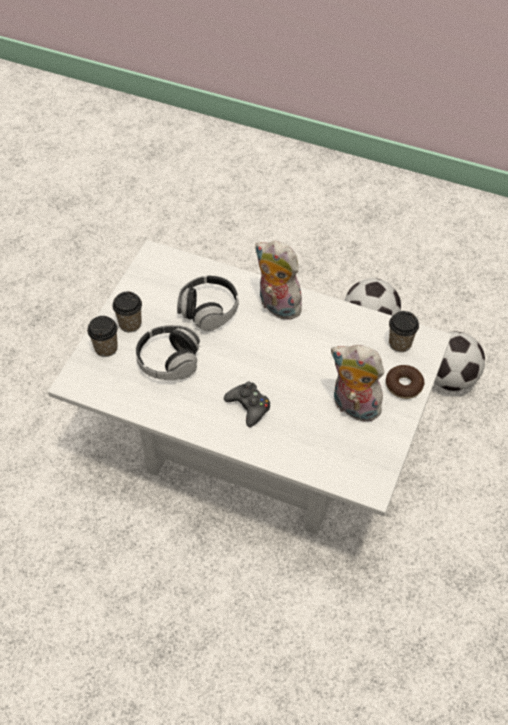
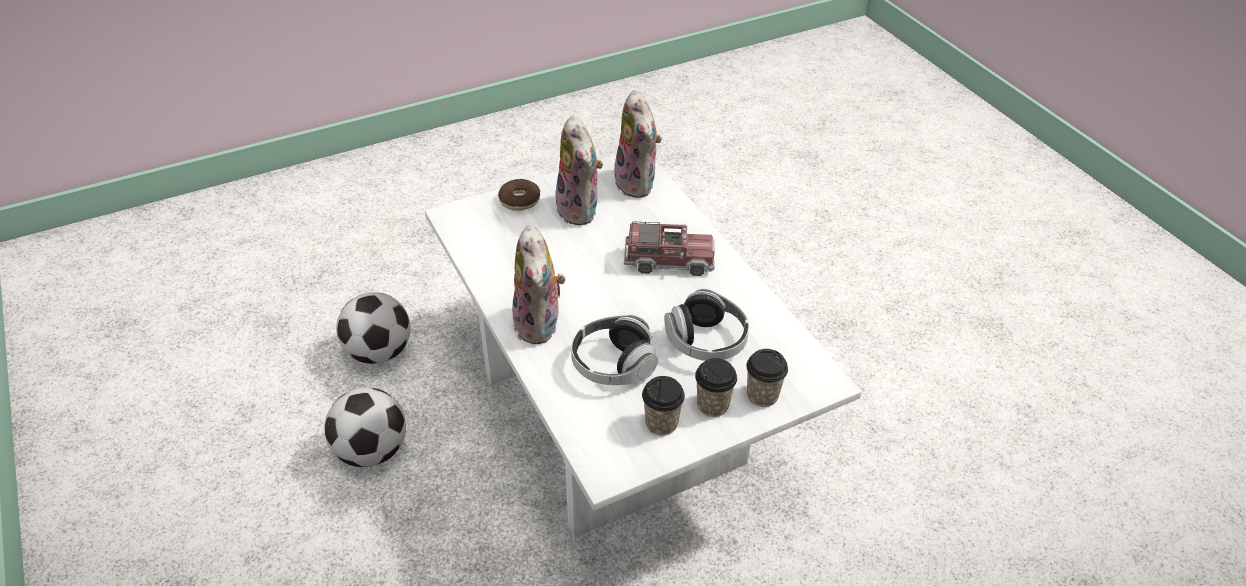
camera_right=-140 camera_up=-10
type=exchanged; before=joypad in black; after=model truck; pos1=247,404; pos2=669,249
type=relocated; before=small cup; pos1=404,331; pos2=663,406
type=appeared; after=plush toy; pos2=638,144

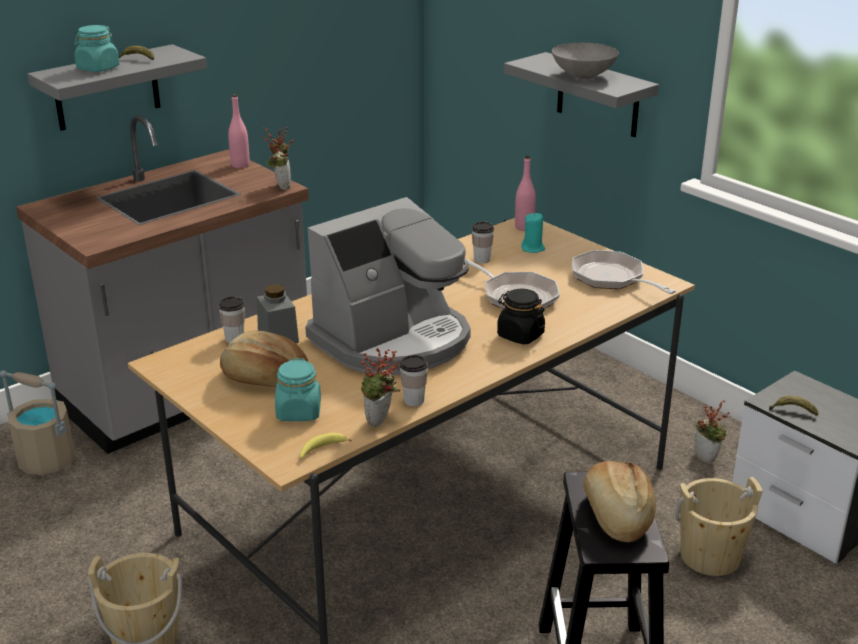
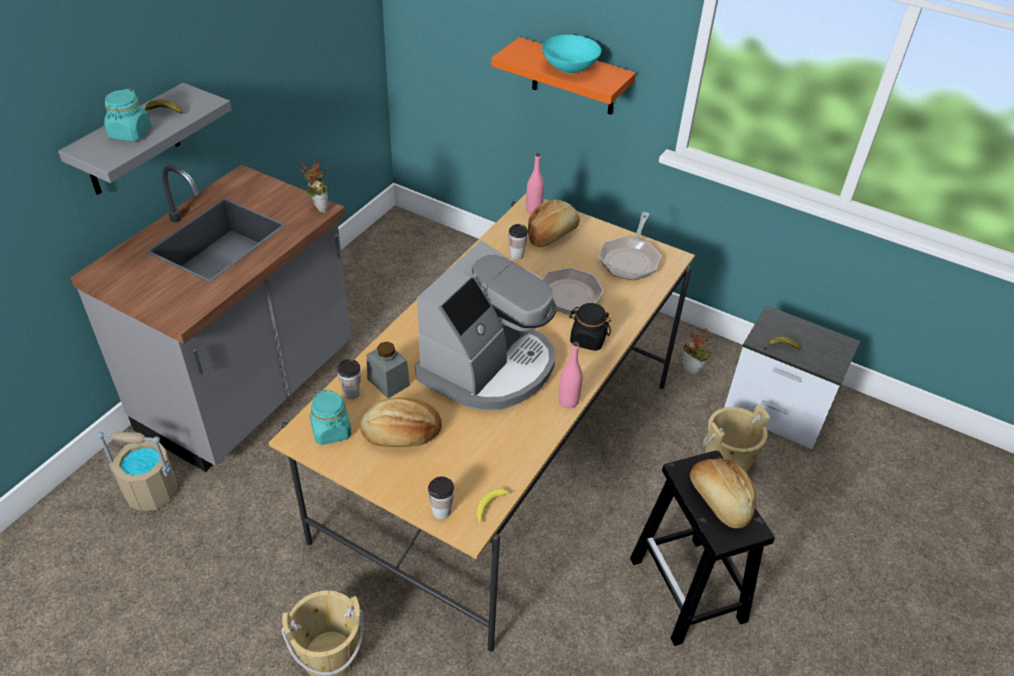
camera_right=-20 camera_up=15
type=relocated; before=drink bottle in pinkish; pos1=238,131; pos2=571,374
type=relocated; before=jar in blue-green; pos1=298,390; pos2=331,417
type=missing; before=potted plant; pos1=381,387
type=relocated; before=small cup; pos1=414,381; pos2=441,497
type=colour; before=bracket shelf in grey; after=bracket shelf in orangey; pos1=581,94; pos2=563,76
type=exchanged; before=candle in blue-green; after=bread; pos1=533,233; pos2=554,223
type=colour; before=deep dish in grey; after=deep dish in blue-green; pos1=585,61; pos2=571,54
type=spun; before=frying pan; pos1=624,272; pos2=629,246; turn=-105

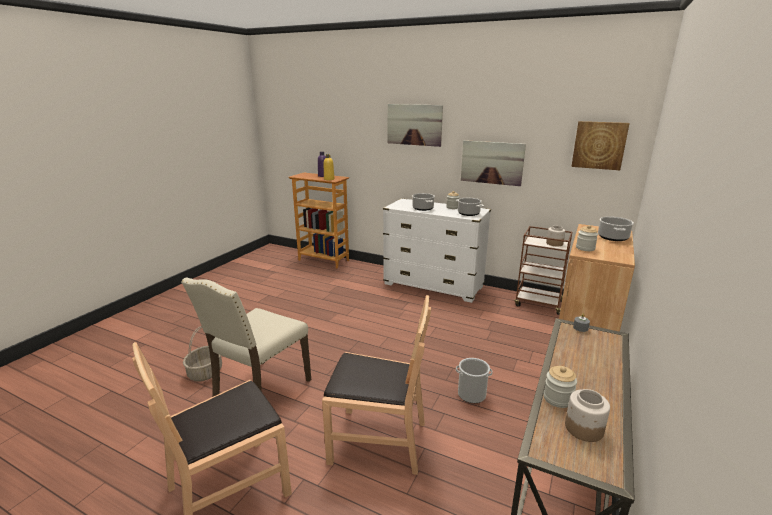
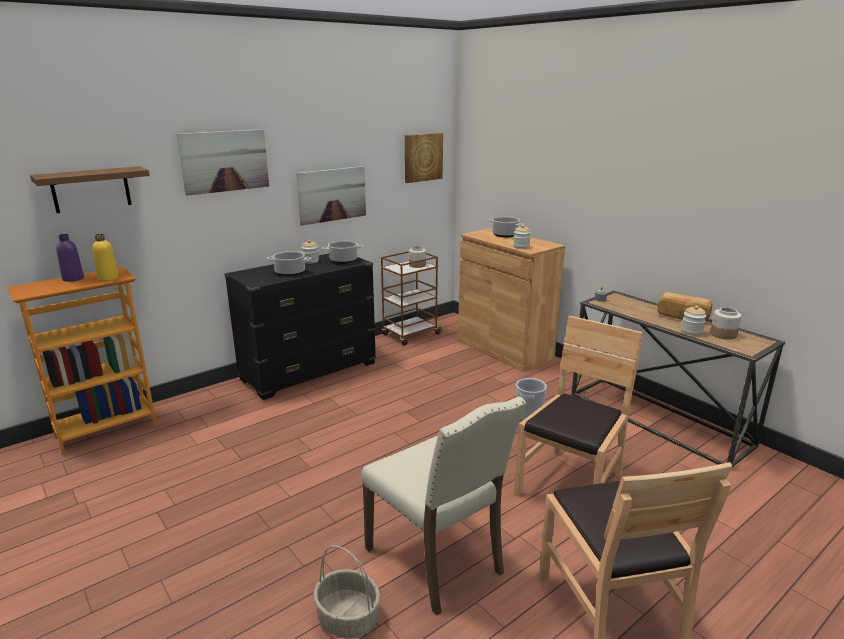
camera_right=-65 camera_up=0
type=colour; before=chest of drawers in whitish; after=chest of drawers in black; pos1=437,250; pos2=300,327
type=appeared; after=bracket shelf in brownish; pos2=90,189
type=appeared; after=bread; pos2=685,307

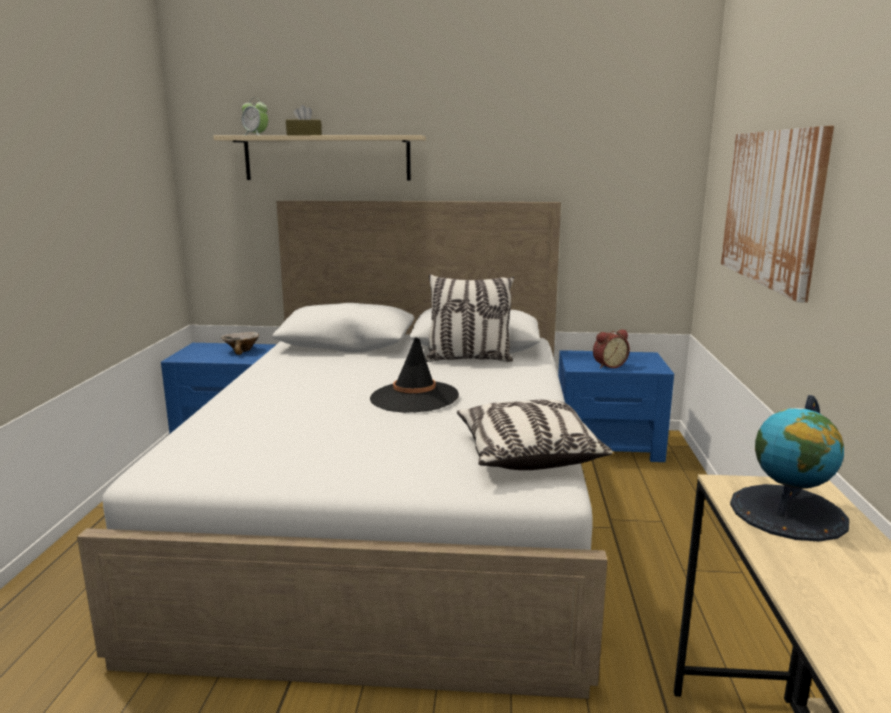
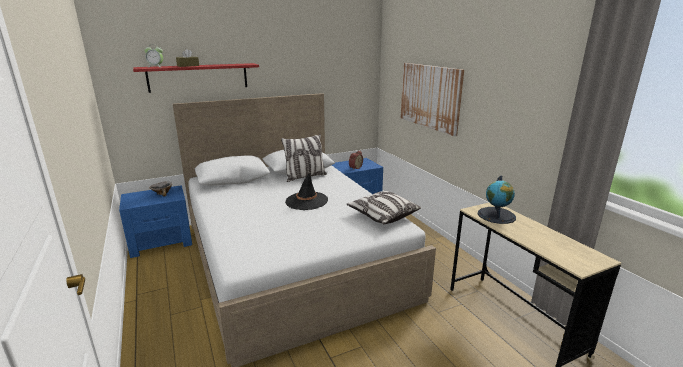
camera_right=-30 camera_up=5
type=colour; before=bracket shelf in beige-coloured; after=bracket shelf in red; pos1=319,158; pos2=196,78

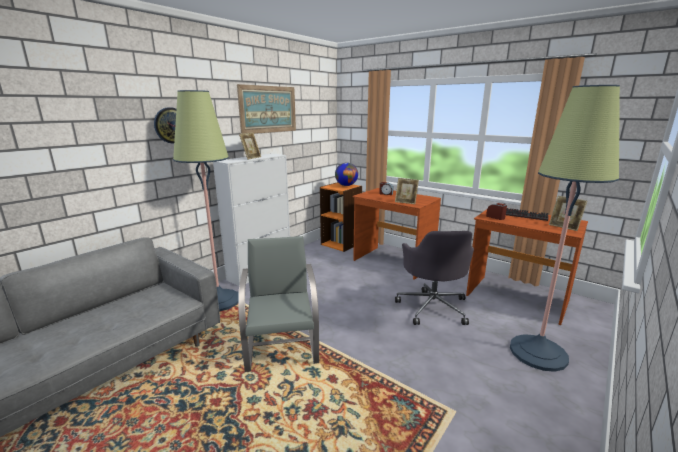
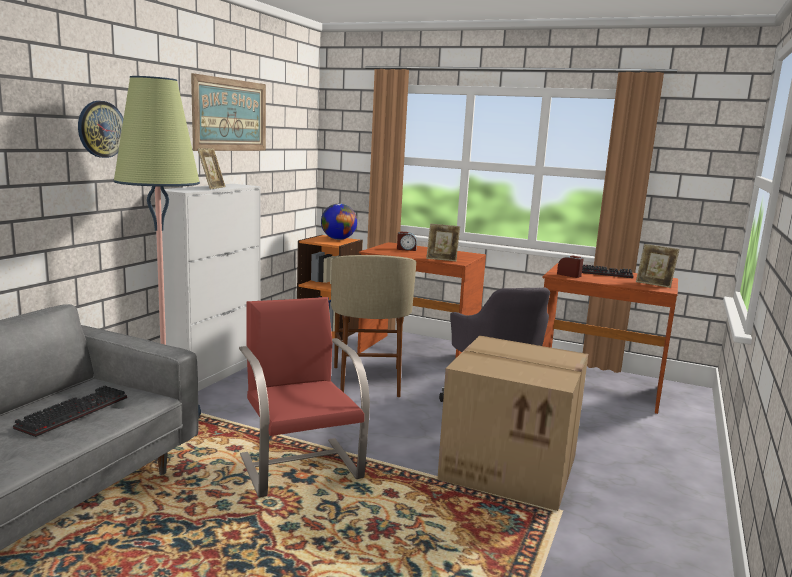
camera_right=-15 camera_up=-5
type=colour; before=plain chair in grey; after=plain chair in red; pos1=278,304; pos2=304,397
type=missing; before=standing lamp; pos1=565,228
type=appeared; after=computer keyboard; pos2=70,411
type=appeared; after=sitting stool in beige-coloured; pos2=373,326
type=appeared; after=cardboard box; pos2=512,423

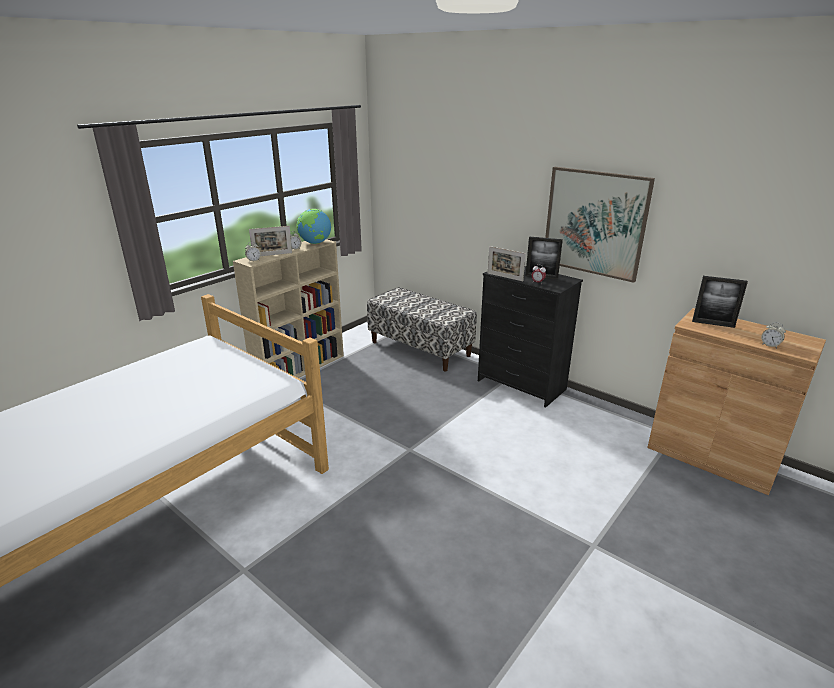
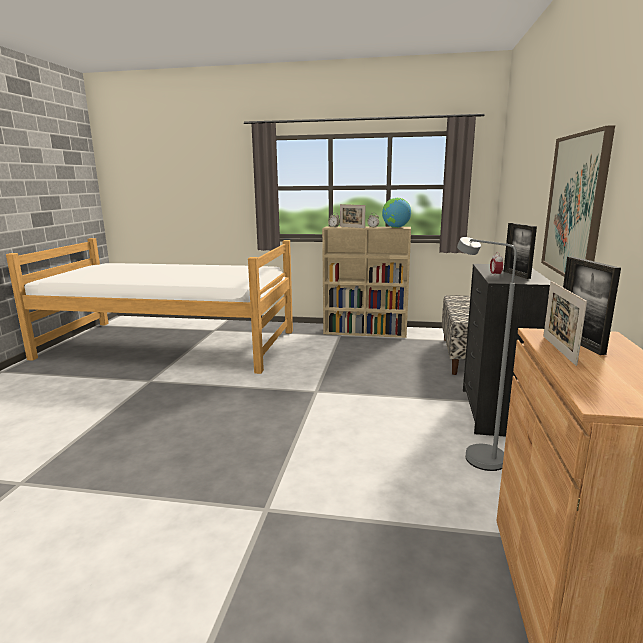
camera_right=60 camera_up=-10
type=relocated; before=picture frame; pos1=507,263; pos2=565,323
type=missing; before=alarm clock; pos1=773,335
type=appeared; after=standing lamp in grey; pos2=487,354

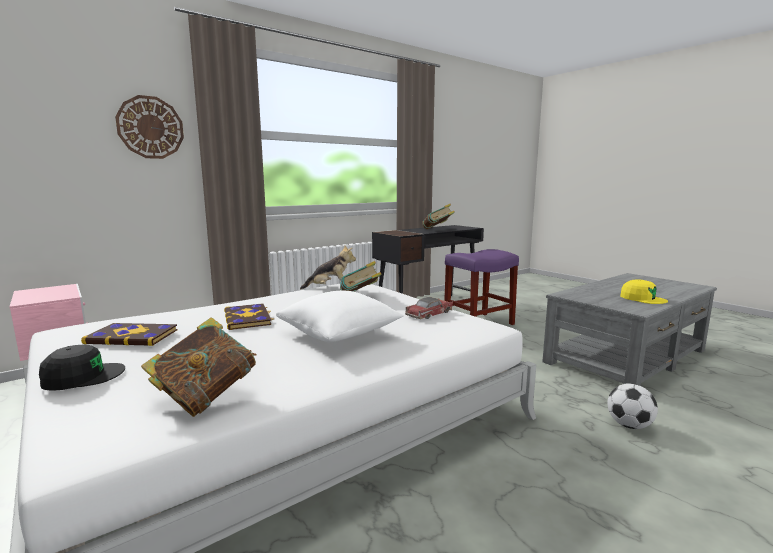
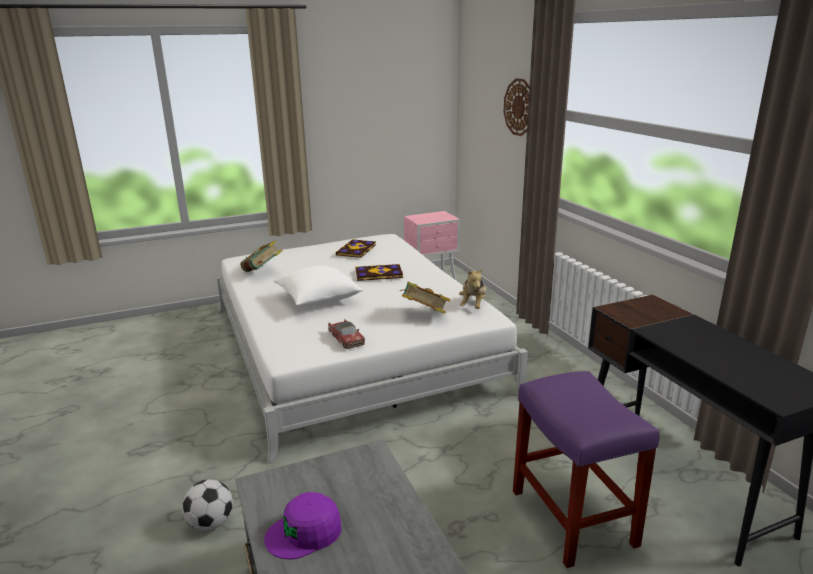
camera_right=105 camera_up=10
type=missing; before=baseball cap in black; pos1=82,368
type=missing; before=book; pos1=438,216
type=colour; before=baseball cap in yellow; after=baseball cap in purple-coloured; pos1=644,291; pos2=303,525

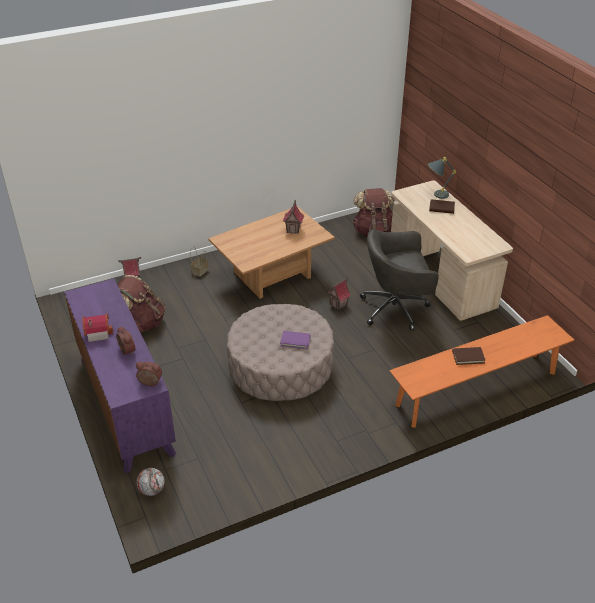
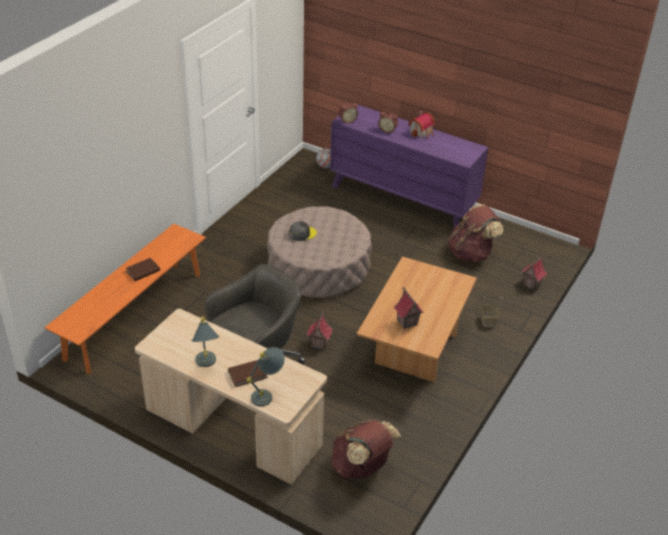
camera_right=145 camera_up=0
type=exchanged; before=book in purple-coloured; after=baseball cap in grey; pos1=295,340; pos2=303,231
type=appeared; after=lamp for a table in grey; pos2=206,342

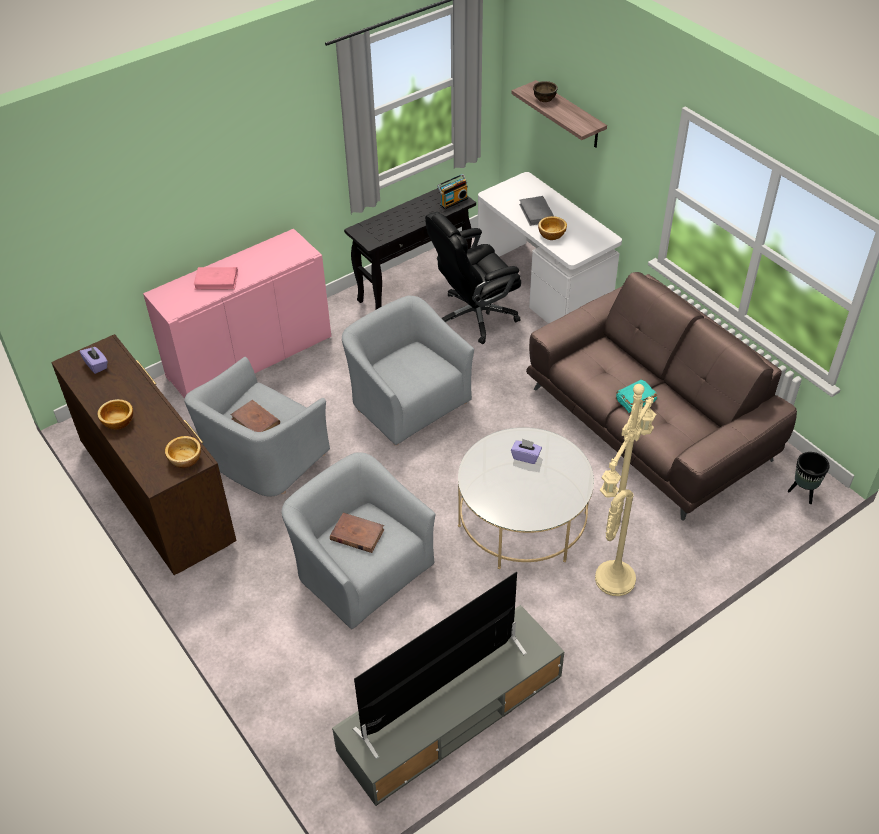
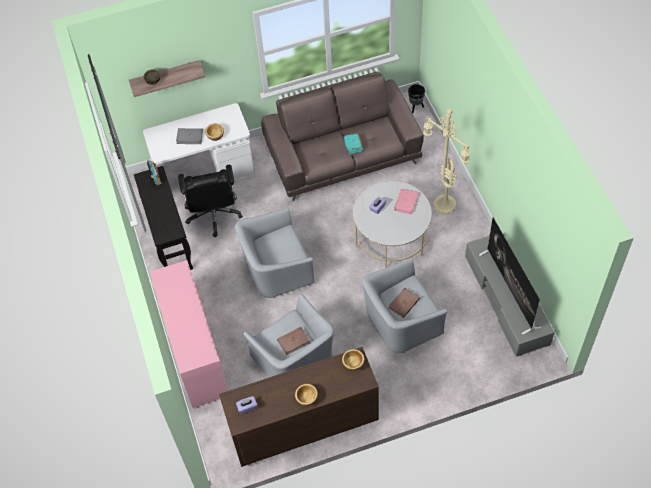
camera_right=-70 camera_up=10
type=relocated; before=book in pinkish; pos1=216,278; pos2=406,202

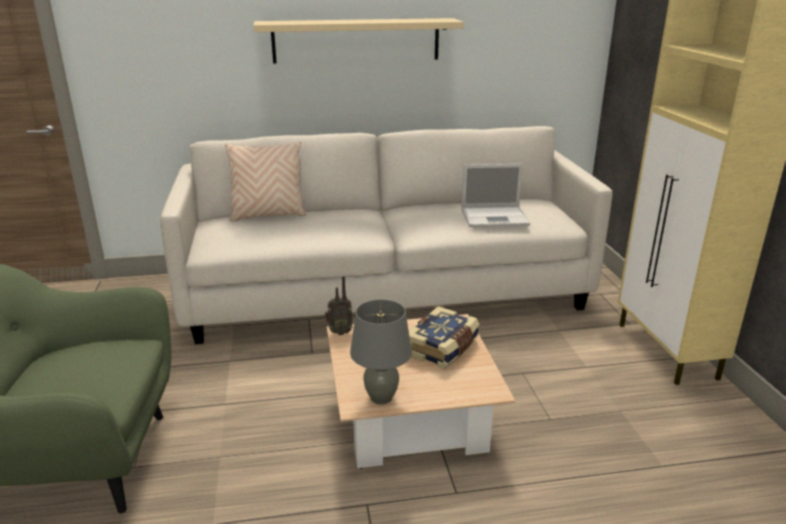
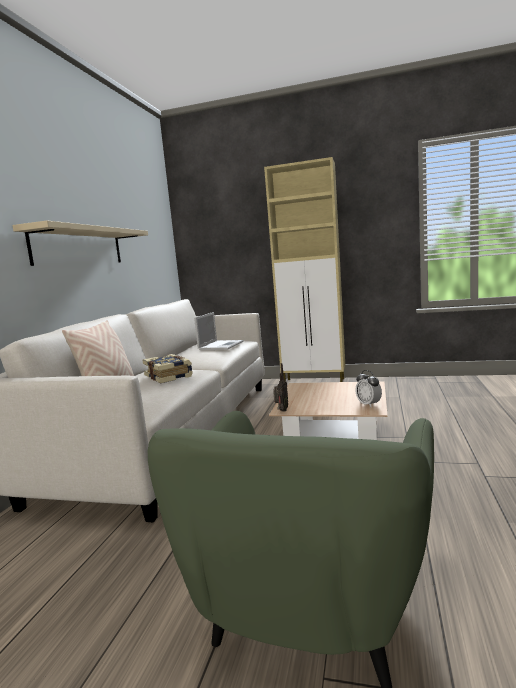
camera_right=-65 camera_up=-15
type=exchanged; before=lamp for a table in grey; after=alarm clock; pos1=381,352; pos2=368,388
type=relocated; before=book; pos1=444,337; pos2=167,368

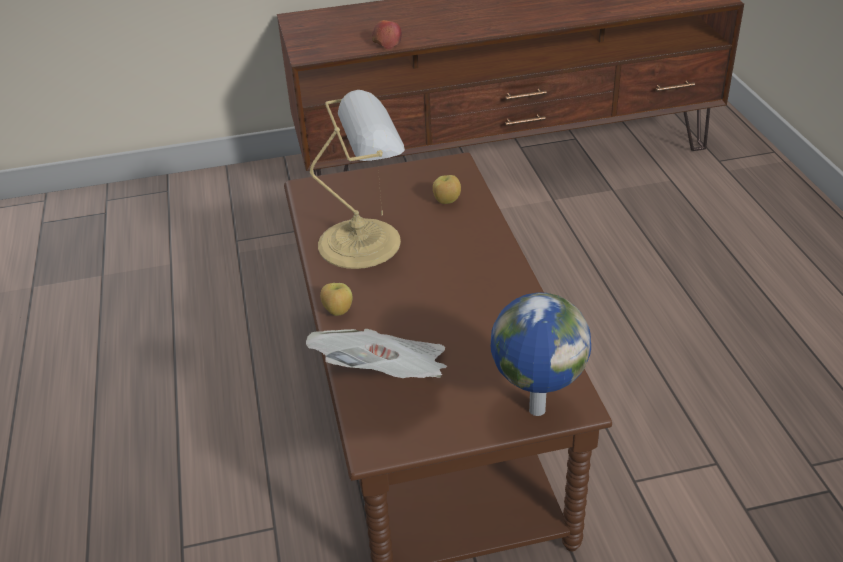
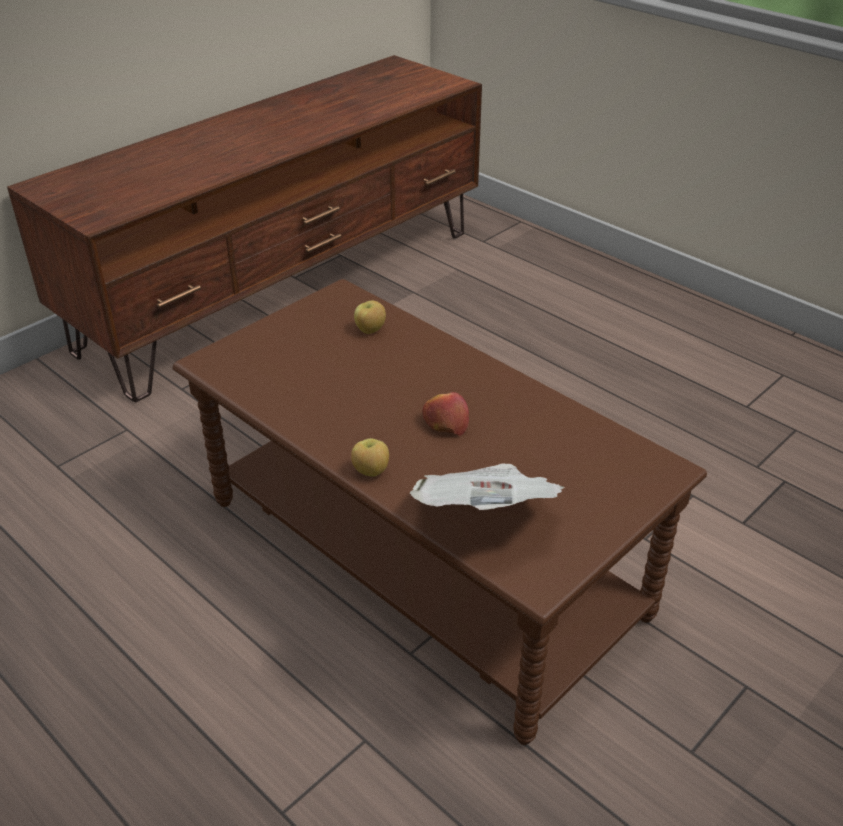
camera_right=-35 camera_up=0
type=missing; before=lamp for a table; pos1=357,179
type=relocated; before=apple fruit; pos1=387,34; pos2=445,414
type=missing; before=world globe; pos1=541,354

